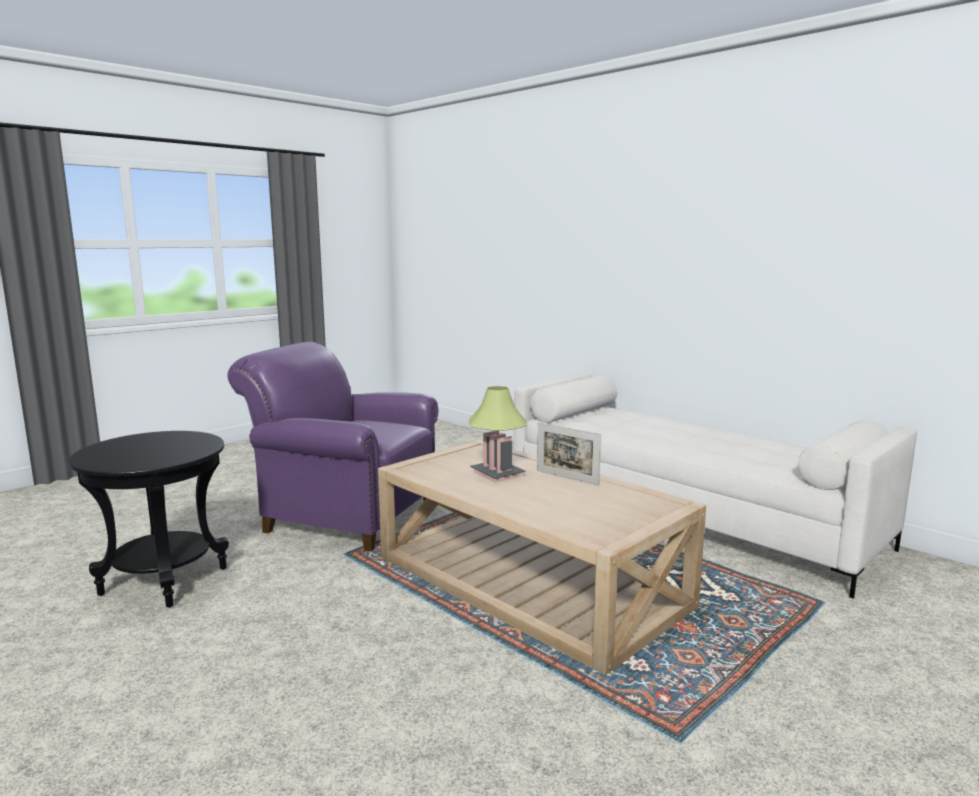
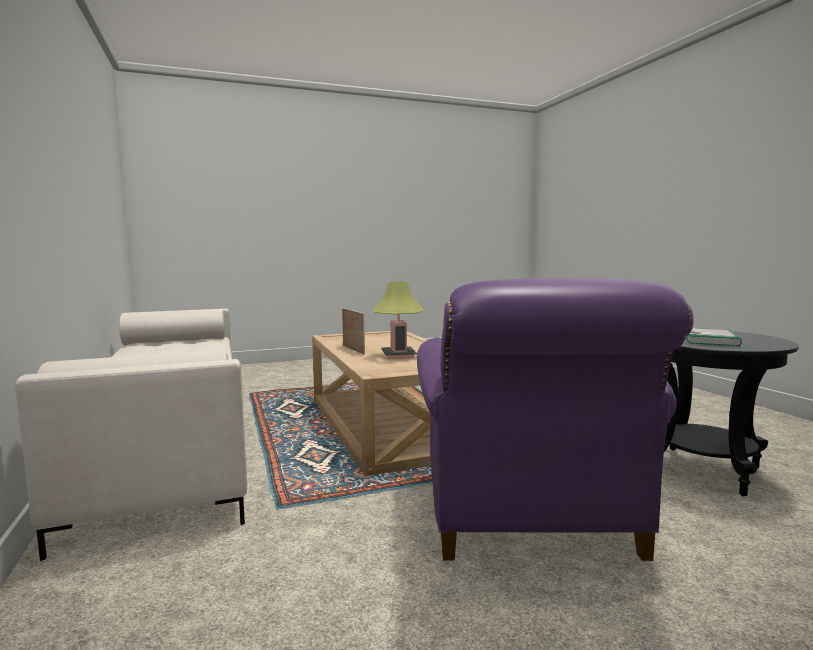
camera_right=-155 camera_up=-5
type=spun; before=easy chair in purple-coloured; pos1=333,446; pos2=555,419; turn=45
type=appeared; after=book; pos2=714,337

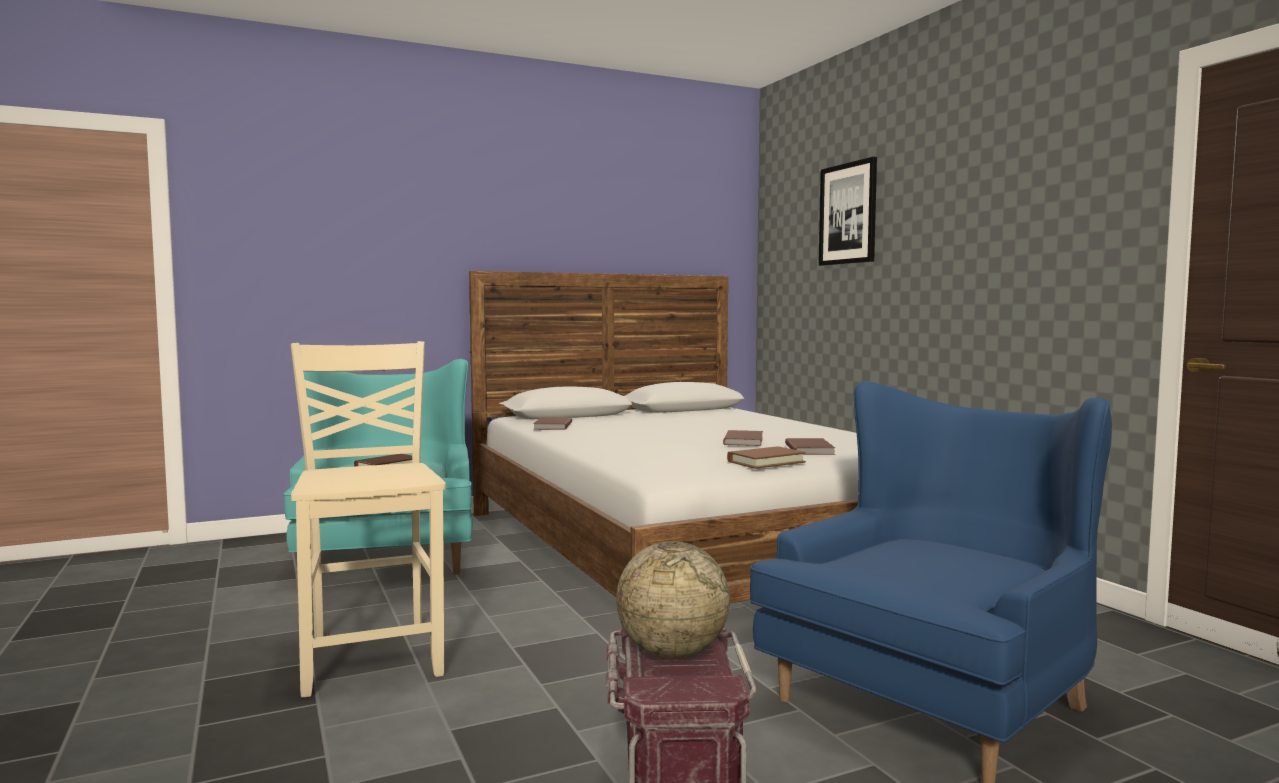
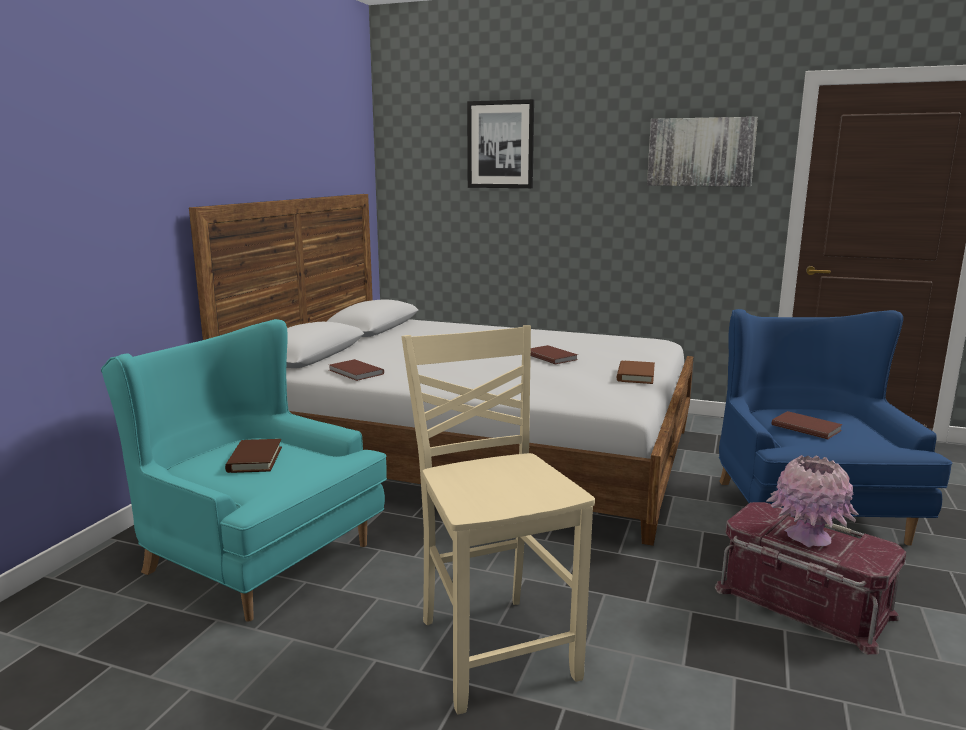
camera_right=-45 camera_up=10
type=spun; before=plain chair in beige-coloured; pos1=368,519; pos2=498,519; turn=45
type=exchanged; before=world globe; after=flower vase in pinkish; pos1=673,600; pos2=812,501
type=relocated; before=book in brownish; pos1=810,446; pos2=807,425
type=appeared; after=wall picture; pos2=702,152

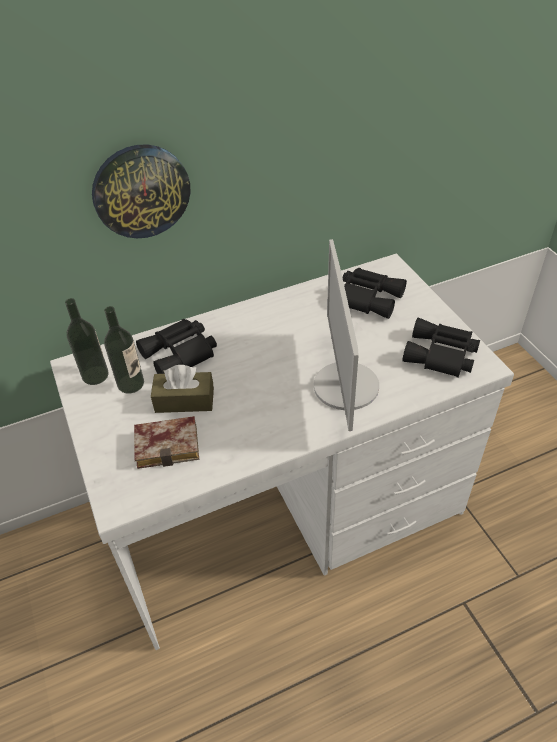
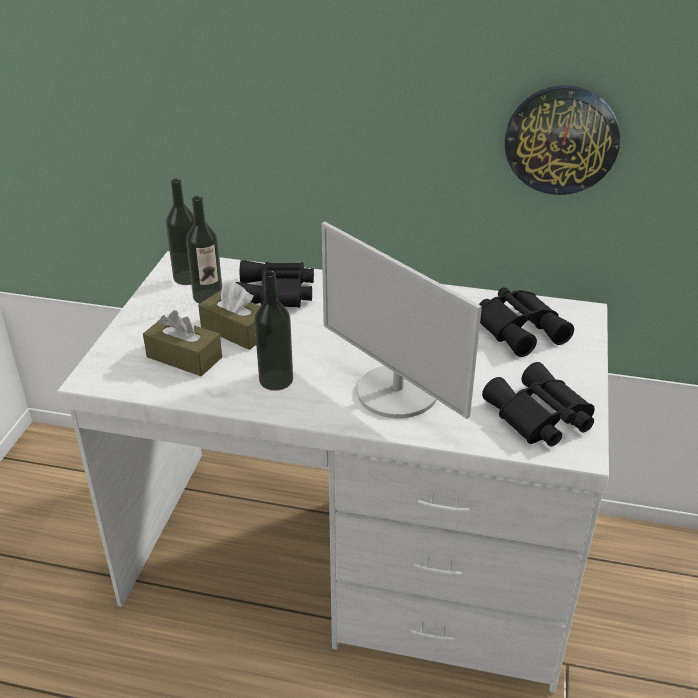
camera_right=35 camera_up=-10
type=relocated; before=wall clock; pos1=141,191; pos2=562,140
type=exchanged; before=book; after=tissue holder in brownish; pos1=166,442; pos2=182,343
type=spun; before=monitor; pos1=346,335; pos2=402,320; turn=-75
type=appeared; after=drink bottle; pos2=273,331

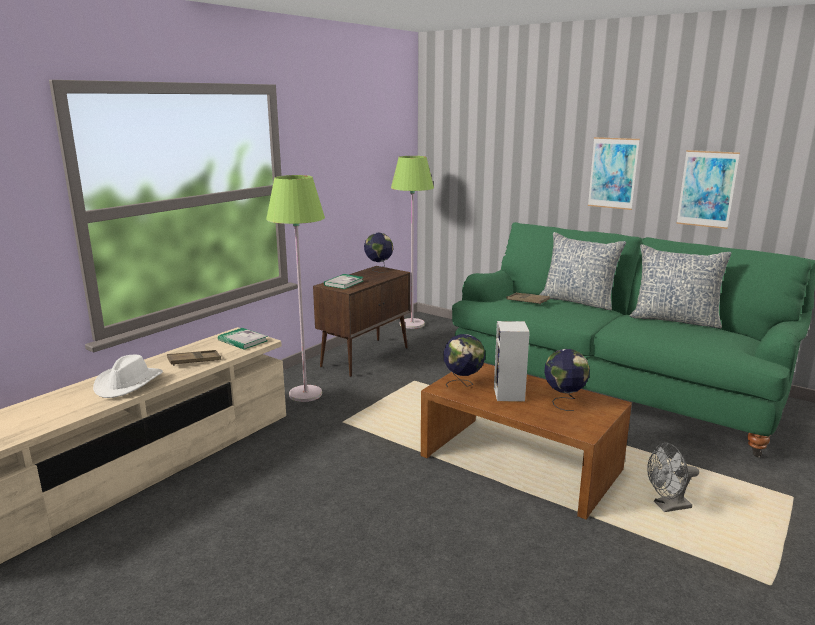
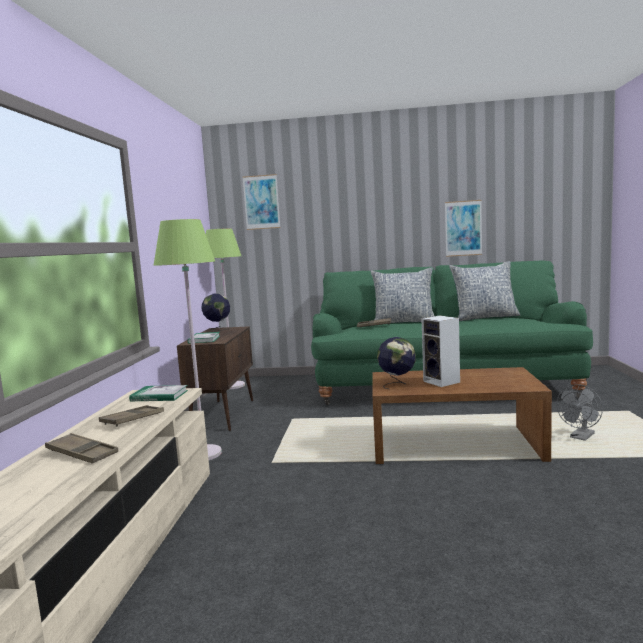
camera_right=-30 camera_up=-10
type=exchanged; before=hat in whitish; after=carrying tray in brownish; pos1=128,376; pos2=81,448
type=missing; before=world globe; pos1=567,380
type=relocated; before=wall picture; pos1=614,173; pos2=261,202

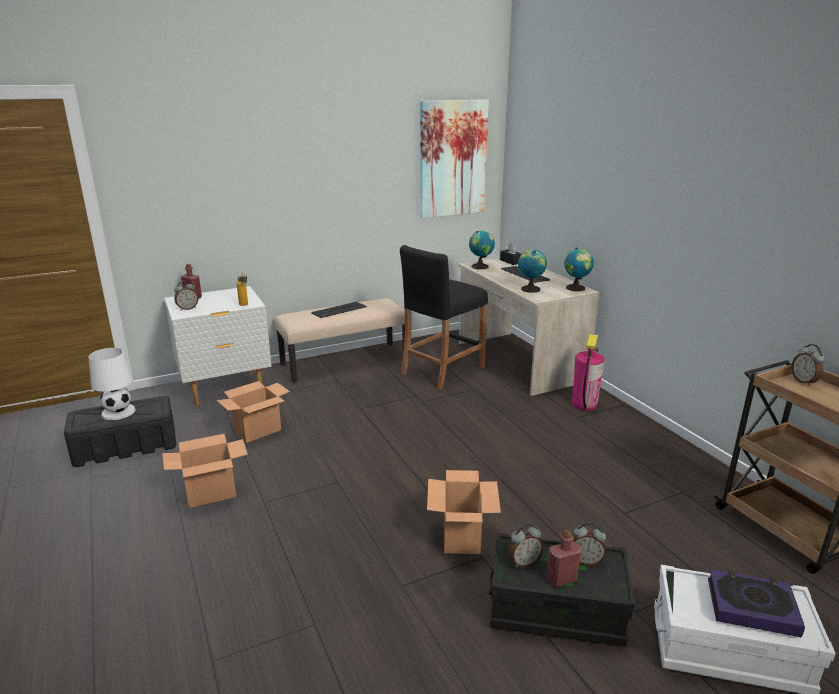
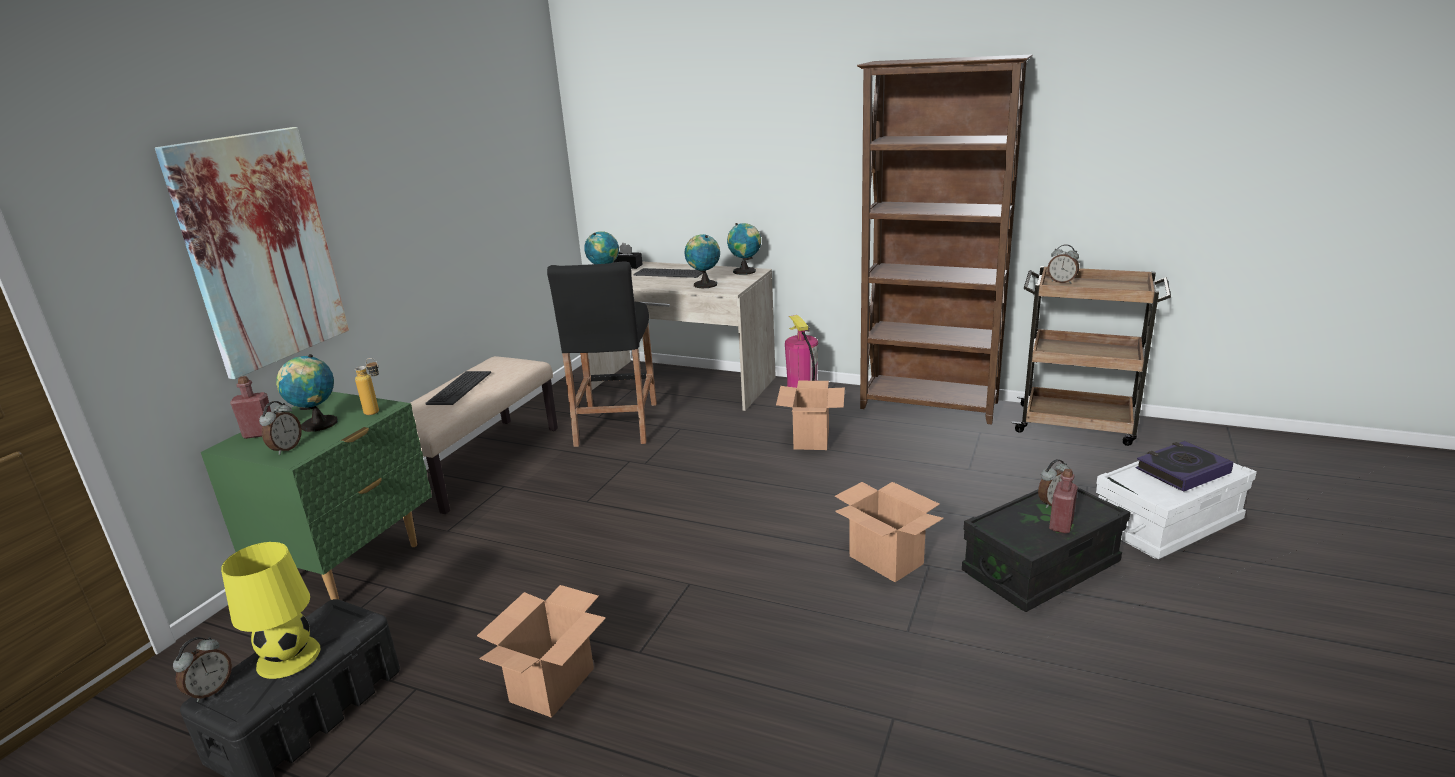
camera_right=-40 camera_up=0
type=colour; before=lamp for a table in whitish; after=lamp for a table in yellow; pos1=112,384; pos2=271,610
type=colour; before=bedside table in whitish; after=bedside table in greenish; pos1=218,346; pos2=316,496
type=relocated; before=cardboard box; pos1=253,412; pos2=810,415
type=relocated; before=wall picture; pos1=454,158; pos2=252,253
type=relocated; before=alarm clock; pos1=525,545; pos2=202,669
type=appeared; after=world globe; pos2=307,393
type=appeared; after=bookshelf in brownish; pos2=945,240

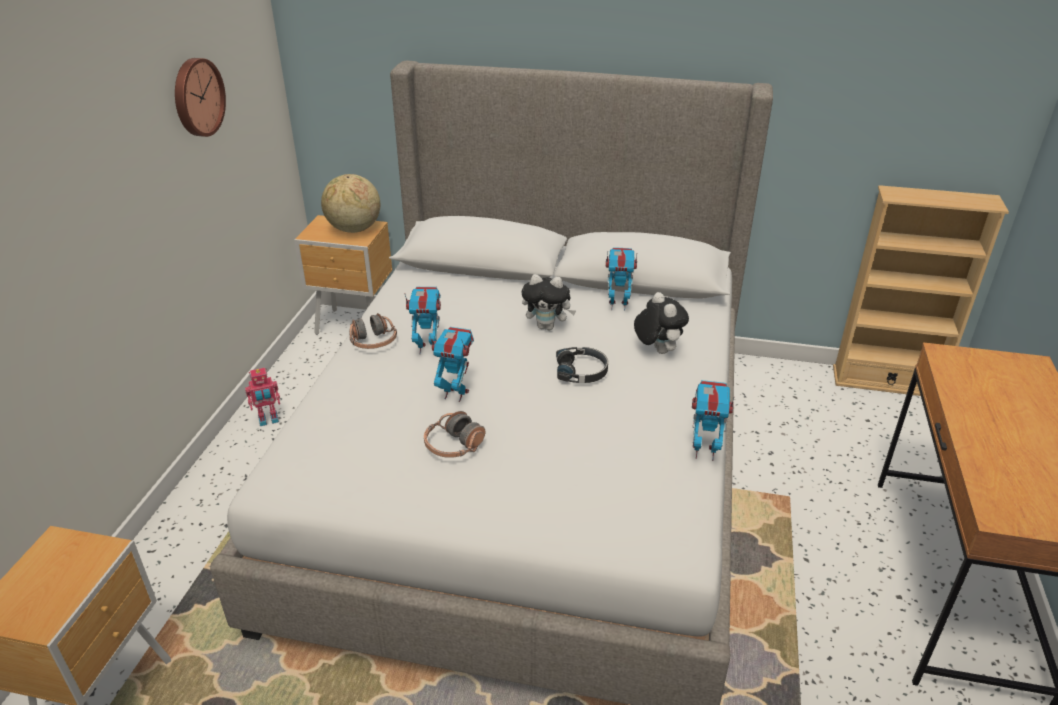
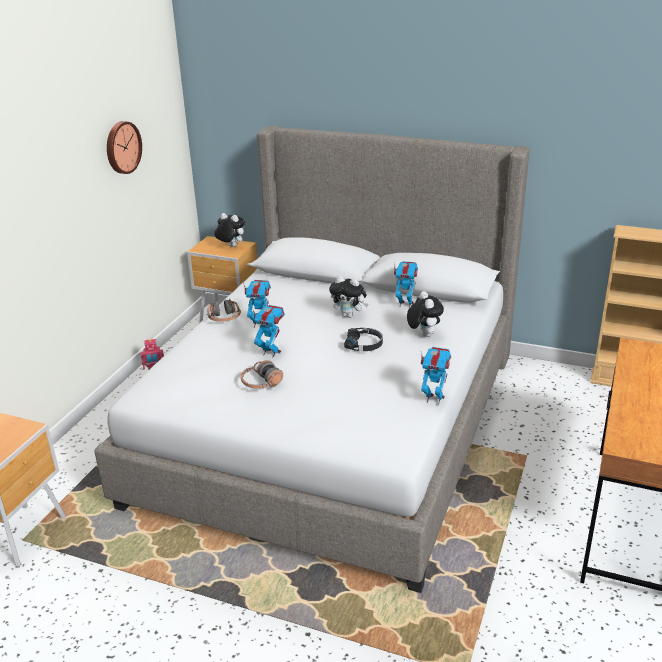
camera_right=10 camera_up=-5
type=exchanged; before=world globe; after=plush toy; pos1=350,203; pos2=229,230

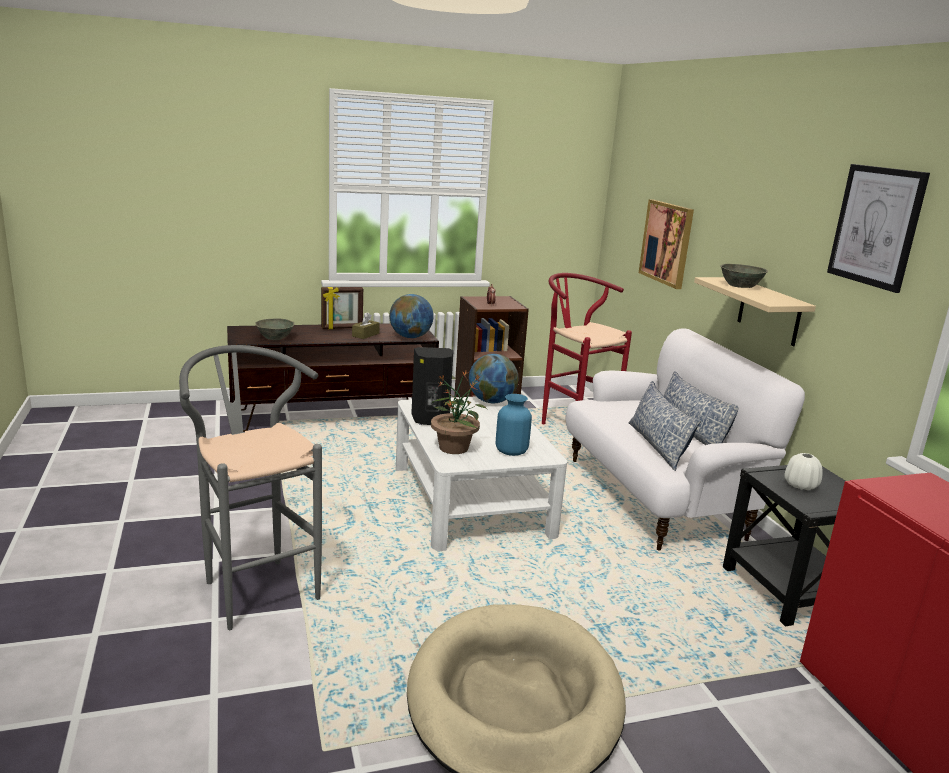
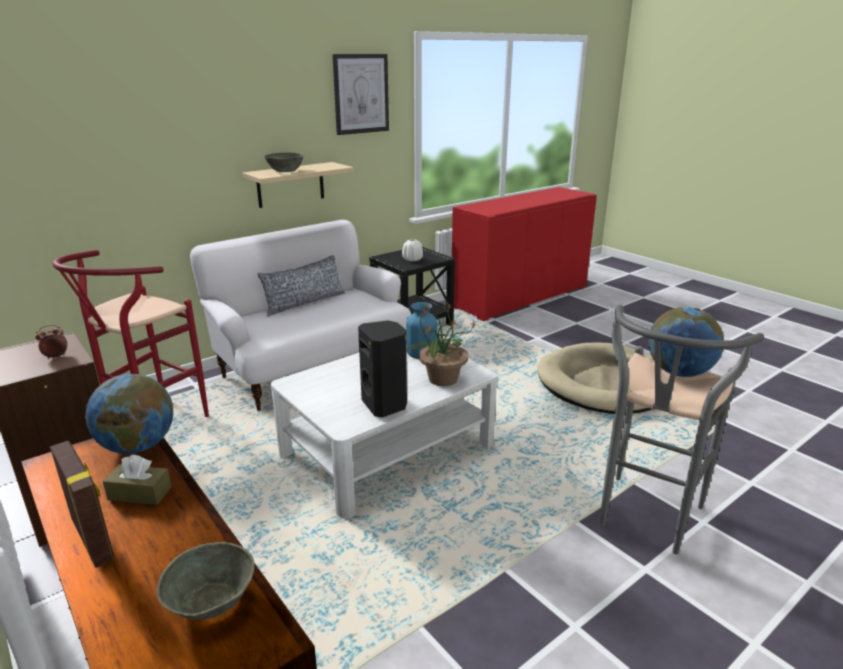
camera_right=-110 camera_up=5
type=relocated; before=world globe; pos1=493,378; pos2=686,342
type=missing; before=cushion; pos1=665,426
type=missing; before=wall picture; pos1=666,244

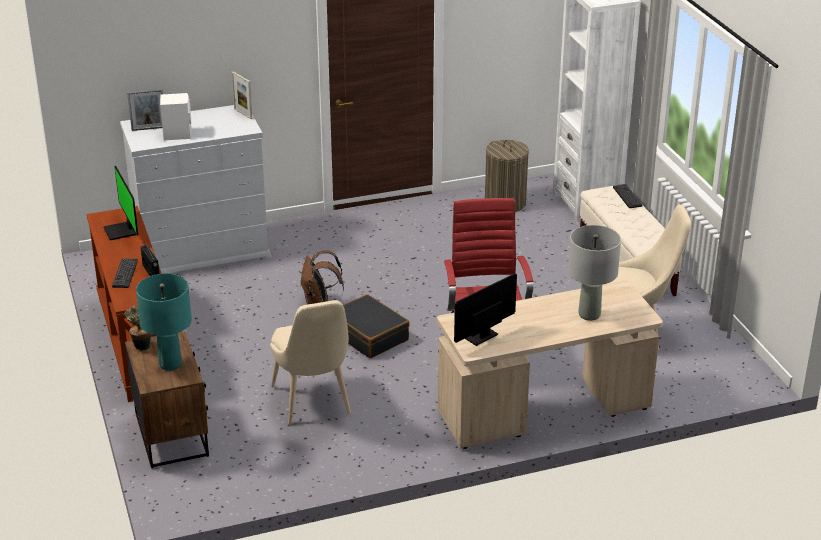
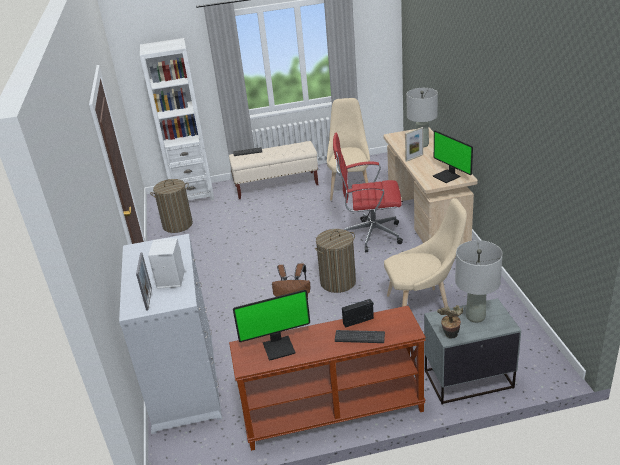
camera_right=-80 camera_up=0
type=colour; before=bedside table in brownish; after=bedside table in grey; pos1=167,399; pos2=472,351
type=colour; before=lamp for a table in blue-green; after=lamp for a table in grey; pos1=164,322; pos2=479,281
type=relocated; before=picture frame; pos1=242,95; pos2=414,144
type=exchanged; before=travel case in black; after=laundry basket; pos1=376,326; pos2=335,261

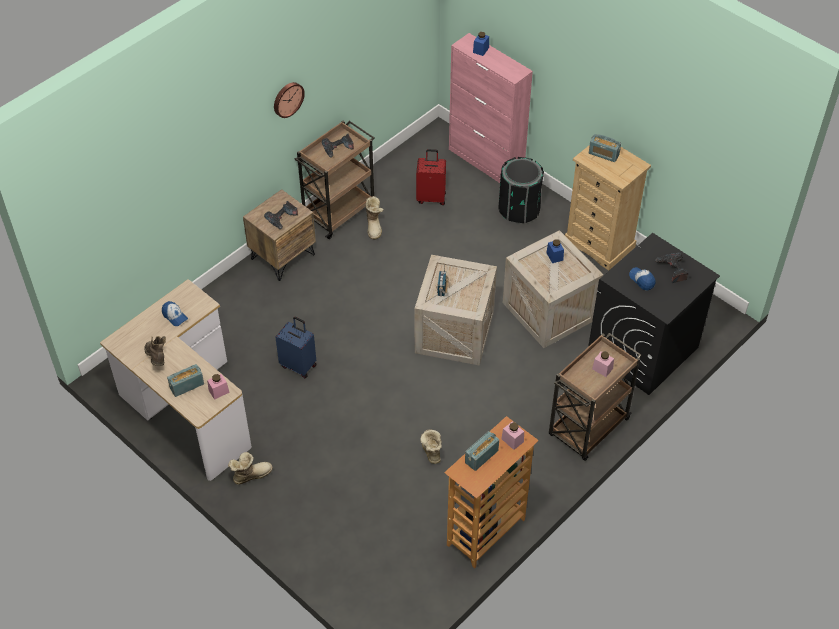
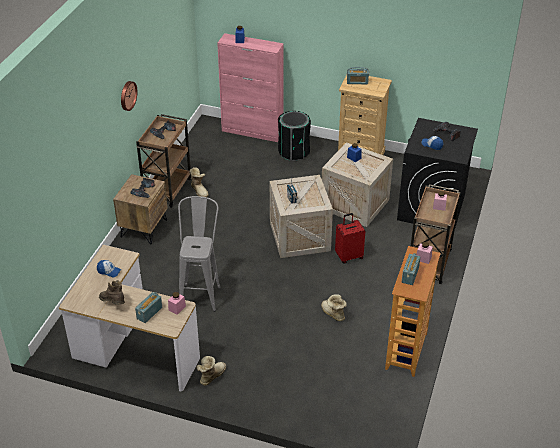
camera_right=-25 camera_up=-10
type=exchanged; before=travel case in blue; after=sitting stool in grey; pos1=296,347; pos2=199,254
type=relocated; before=travel case in red; pos1=431,177; pos2=350,238

